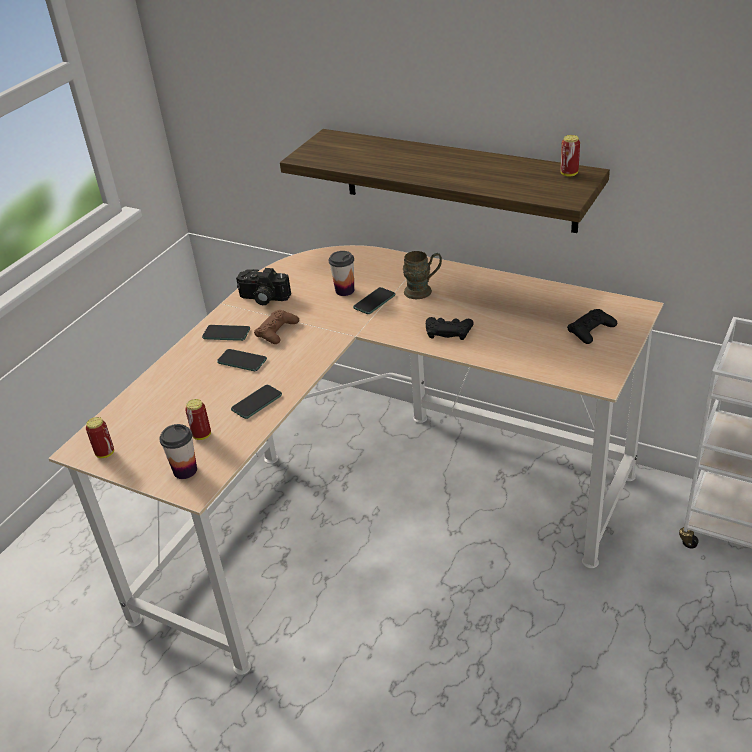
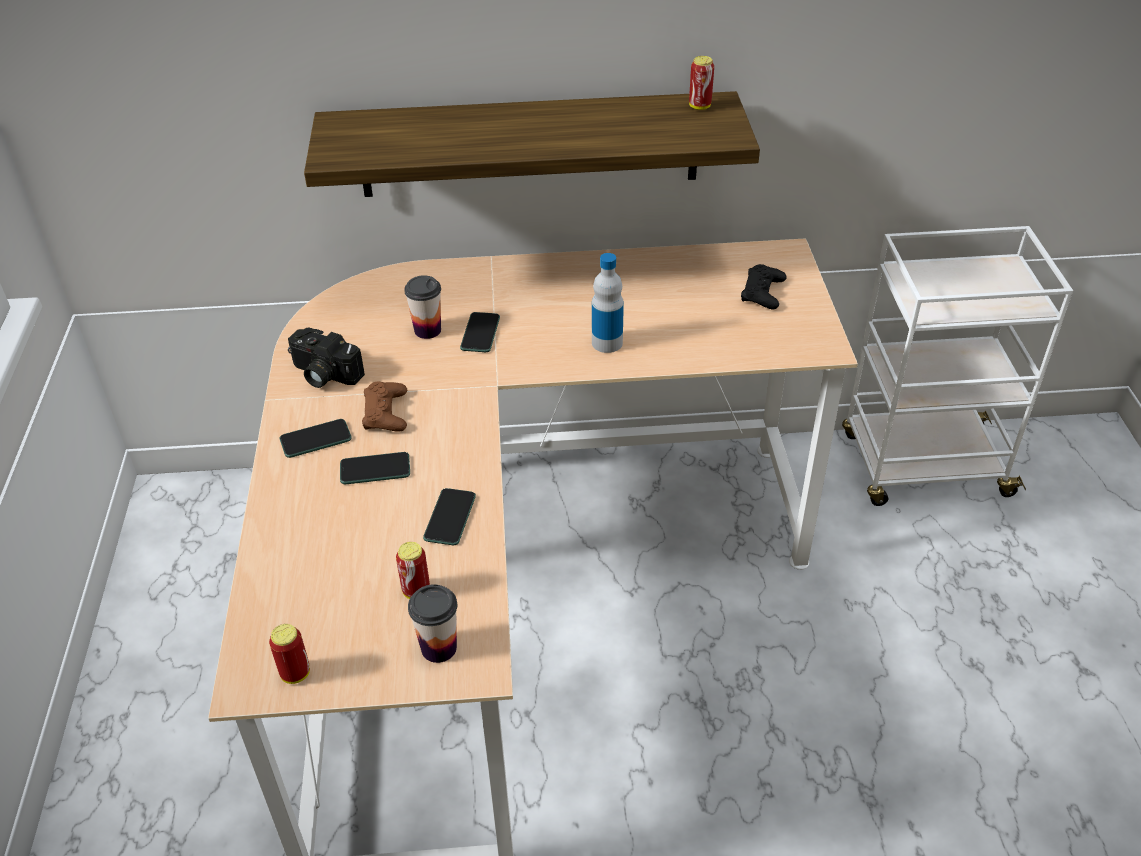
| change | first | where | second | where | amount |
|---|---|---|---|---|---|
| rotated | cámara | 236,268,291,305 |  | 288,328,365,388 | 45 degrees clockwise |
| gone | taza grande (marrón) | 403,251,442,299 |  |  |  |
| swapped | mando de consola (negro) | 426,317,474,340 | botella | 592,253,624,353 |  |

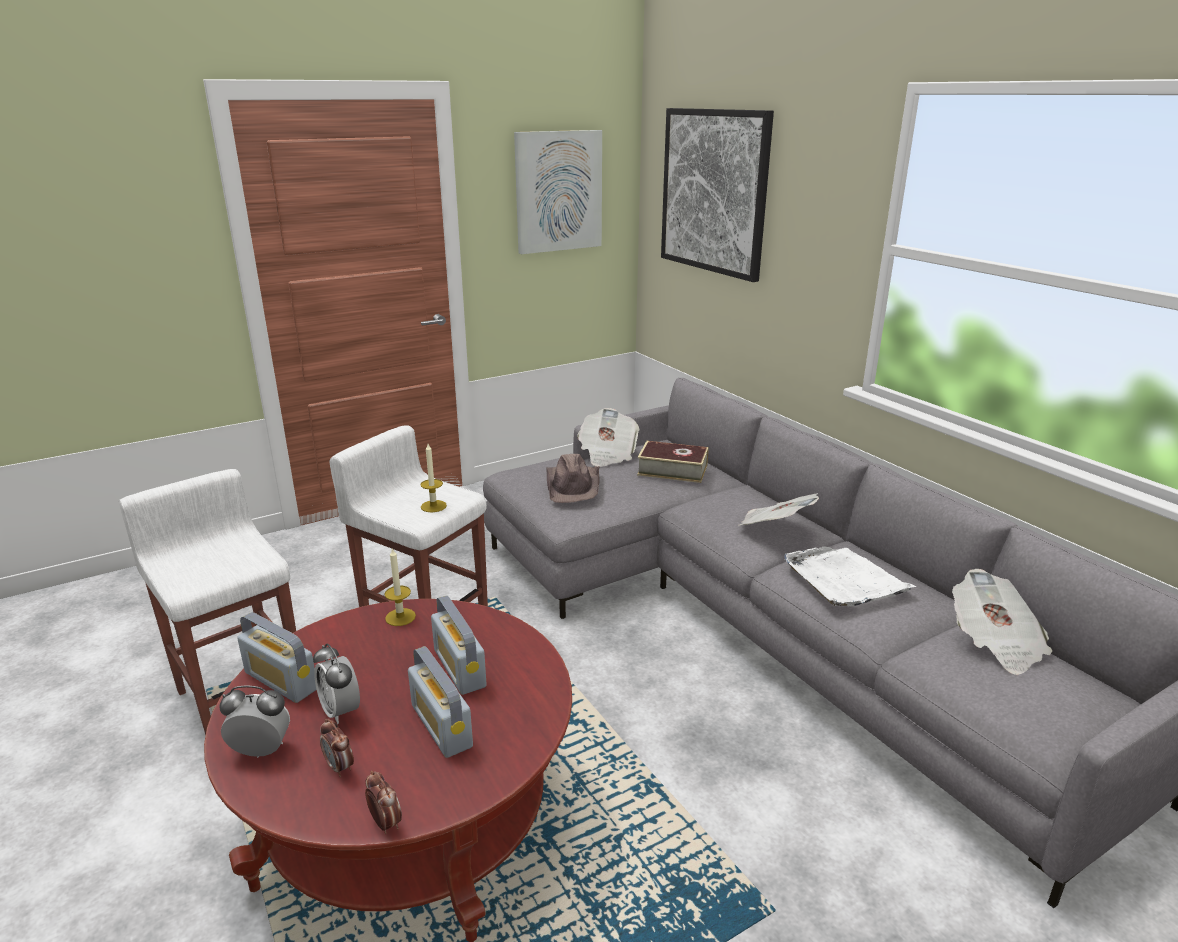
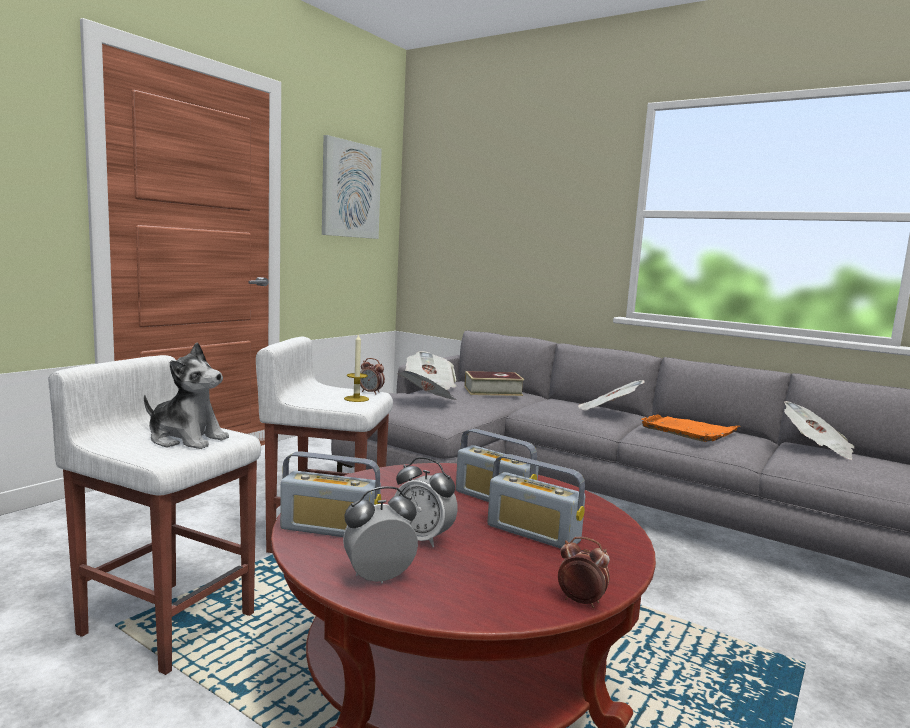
| change | first | where | second | where | amount |
|---|---|---|---|---|---|
| shifted | despertador | 320,719,354,777 |  | 360,358,385,394 |  |
| gone | vela | 384,547,416,626 |  |  |  |
| swapped | sombrero (marrón) | 546,454,600,503 | periódico | 397,371,457,400 |  |
| gone | cuadro | 661,108,774,282 |  |  |  |
| repainted | bandeja (blanco) | 784,547,917,606 | bandeja (naranja) | 640,415,740,442 |  |
| new |  |  | peluche | 144,342,229,449 |  |

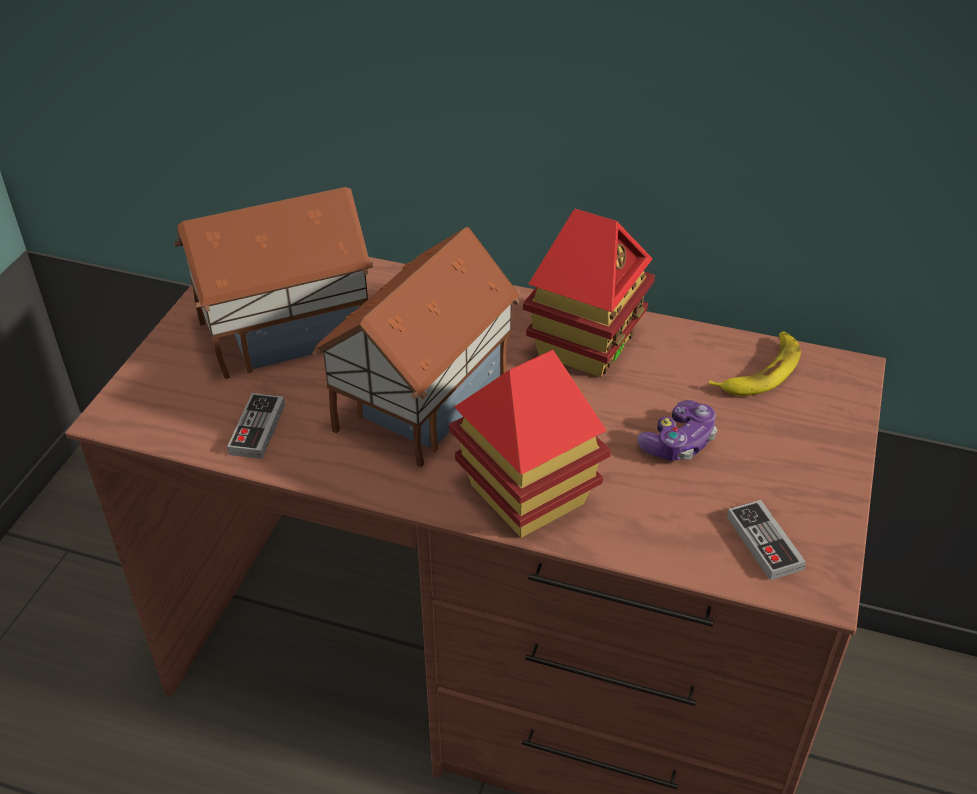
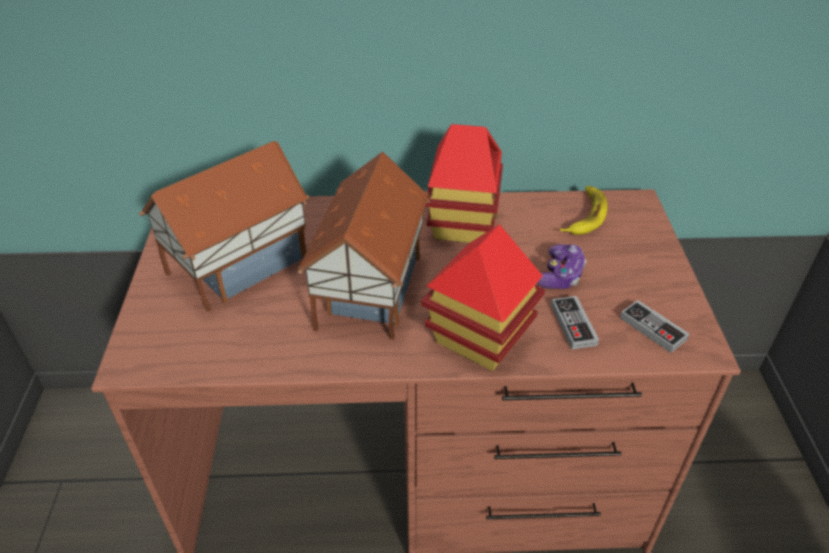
| change | first | where | second | where | amount |
|---|---|---|---|---|---|
| shifted | mando de consola | 227,393,285,459 |  | 551,296,599,349 |  |

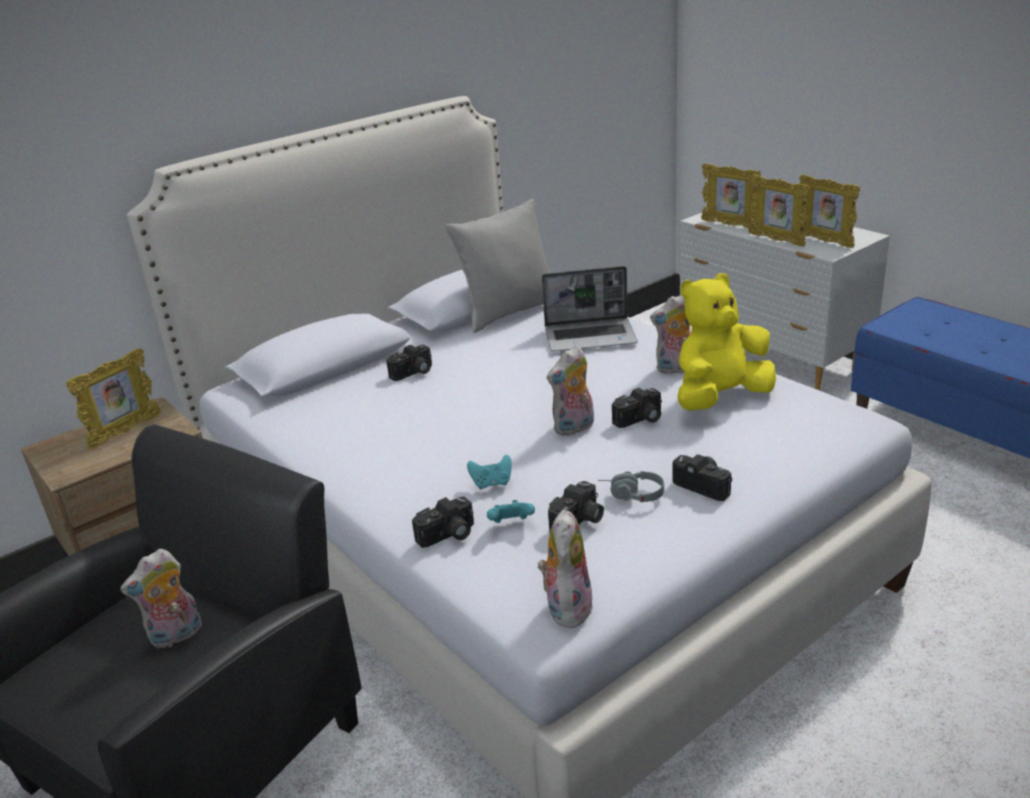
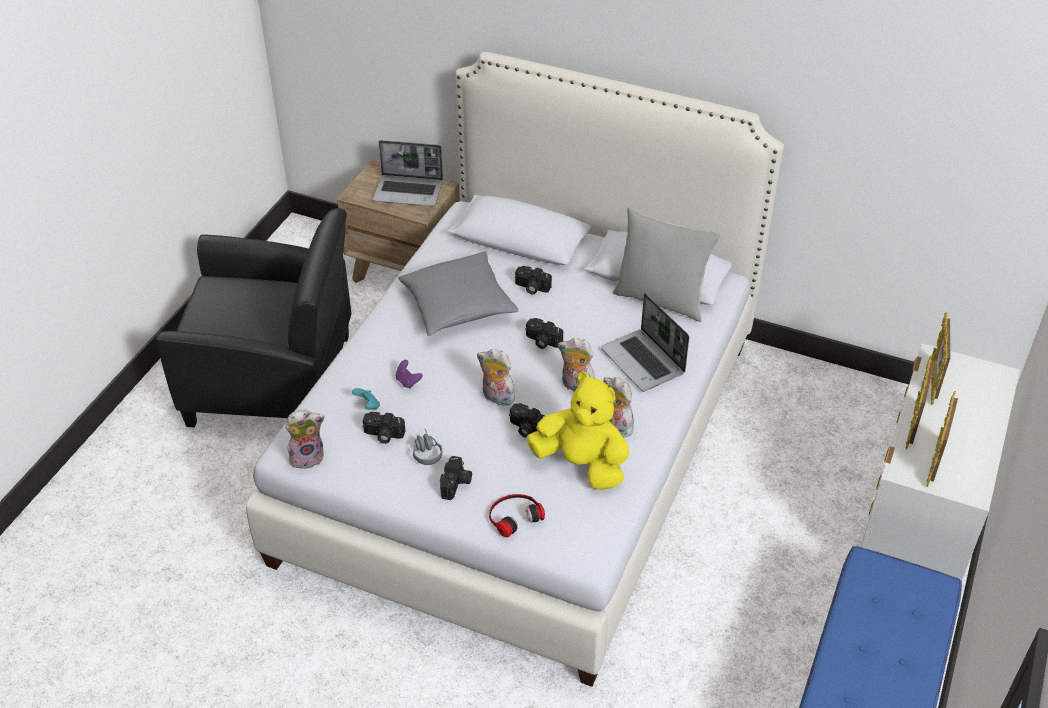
| change | first | where | second | where | amount |
|---|---|---|---|---|---|
| swapped | portarretratos | 66,348,161,450 | portátil | 373,140,443,207 |  |
| shifted | peluche | 120,549,201,648 |  | 558,338,595,392 |  |
| shifted | cámara | 412,497,474,548 |  | 525,318,563,349 |  |
| repainted | mando de consola (turquesa) | 467,455,512,489 | mando de consola (morado) | 395,360,423,388 |  |
| new |  |  | cojín (gris) | 398,252,519,336 |  |
| new |  |  | auriculares | 489,494,545,538 |  |

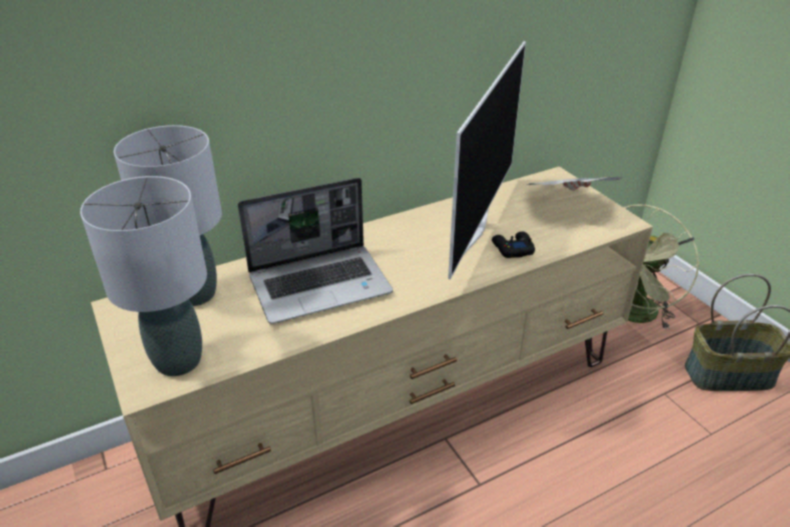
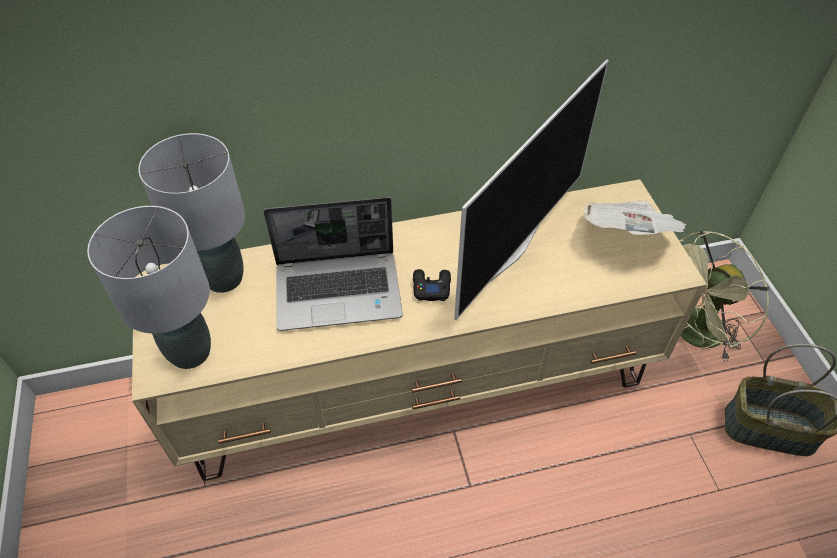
| change | first | where | second | where | amount |
|---|---|---|---|---|---|
| shifted | mando de consola (negro) | 492,231,535,258 |  | 413,269,451,301 |  |

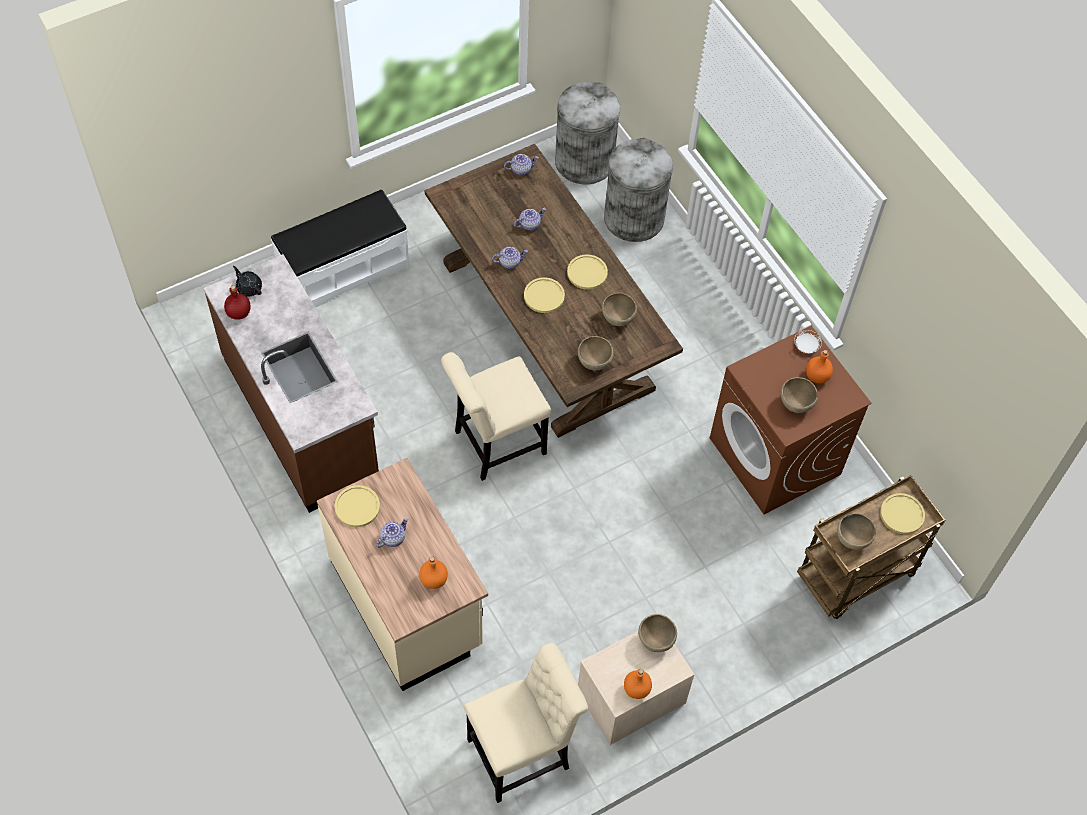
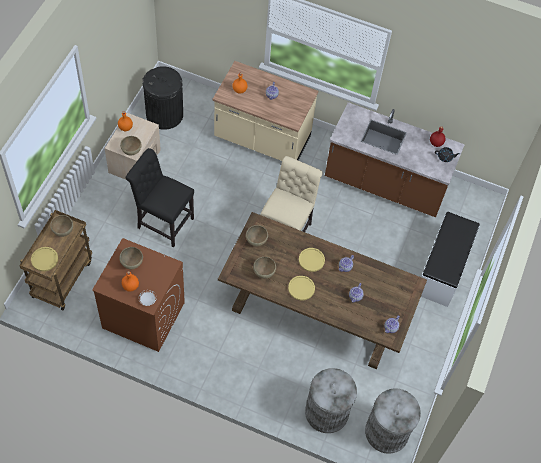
| change | first | where | second | where | amount |
|---|---|---|---|---|---|
| gone | plato (amarillo) | 335,485,380,527 |  |  |  |
| swapped | silla (beis) | 464,643,588,803 | papelera (negro) | 142,66,183,130 |  |
| new |  |  | silla (negro) | 126,148,194,247 |  |

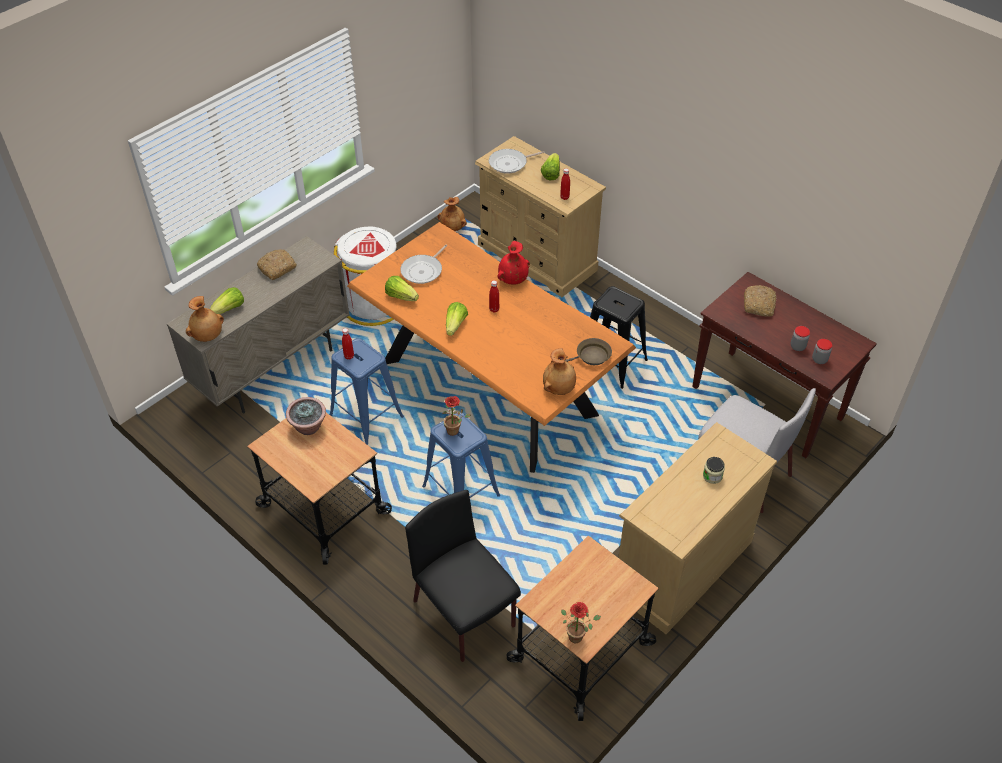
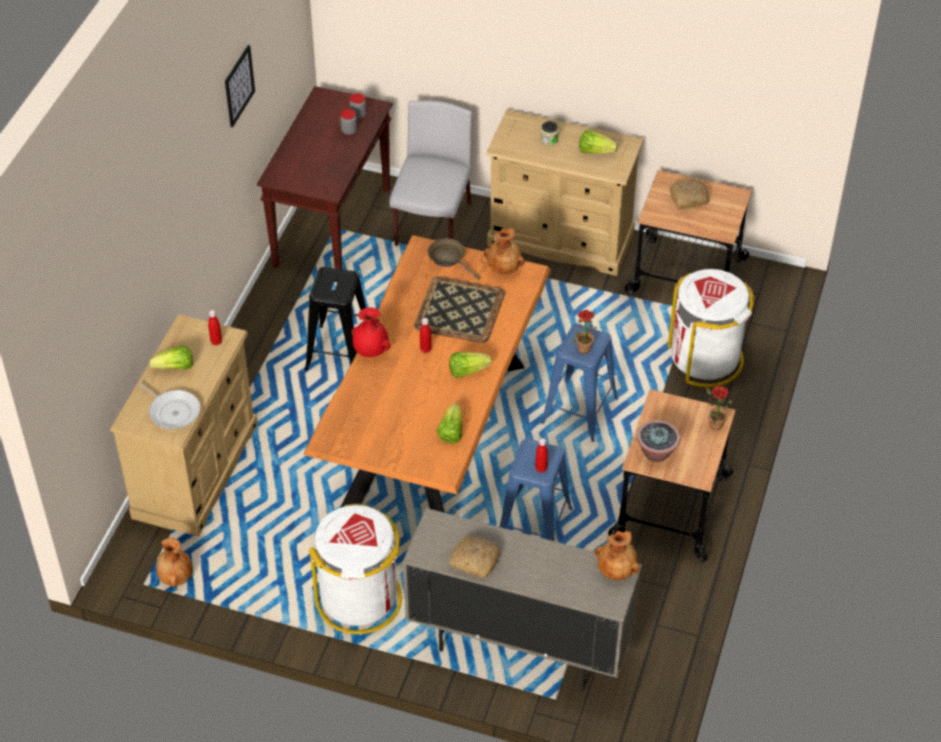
| change | first | where | second | where | amount |
|---|---|---|---|---|---|
| shifted | lechuga | 210,287,244,314 |  | 579,130,618,154 |  |
| gone | sartén | 400,245,447,284 |  |  |  |
| swapped | silla (negro) | 405,490,521,662 | papelera (blanco) | 668,269,755,388 |  |
| shifted | planta en maceta | 561,602,601,644 |  | 706,386,732,430 |  |
| shifted | pan | 744,285,777,317 |  | 670,179,709,209 |  |
| new |  |  | cuadro | 225,45,255,127 |  |
| new |  |  | bandeja | 414,276,505,343 |  |

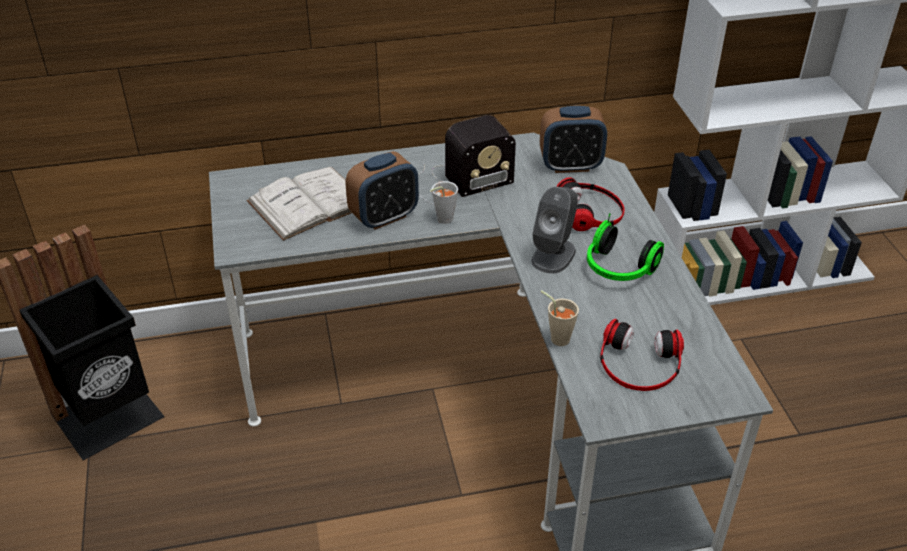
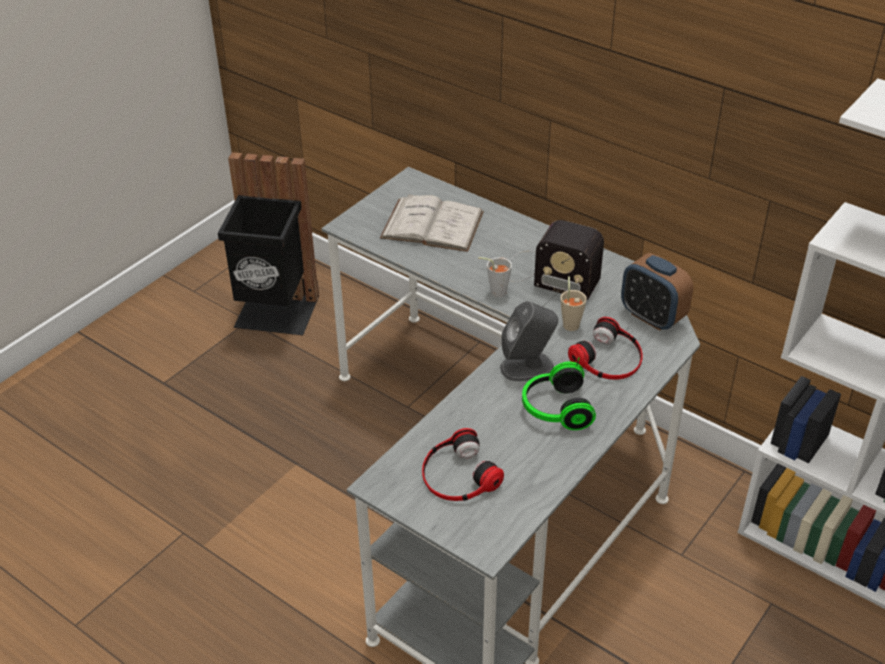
| change | first | where | second | where | amount |
|---|---|---|---|---|---|
| gone | despertador | 346,151,419,230 |  |  |  |
| shifted | taza (beis) | 541,290,579,346 |  | 561,276,587,331 |  |

